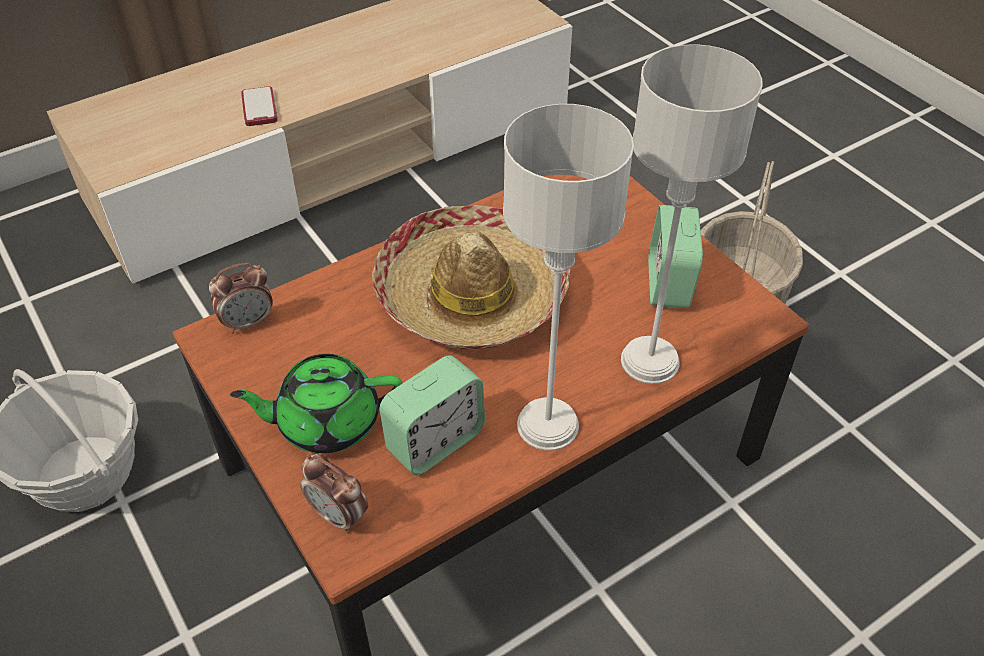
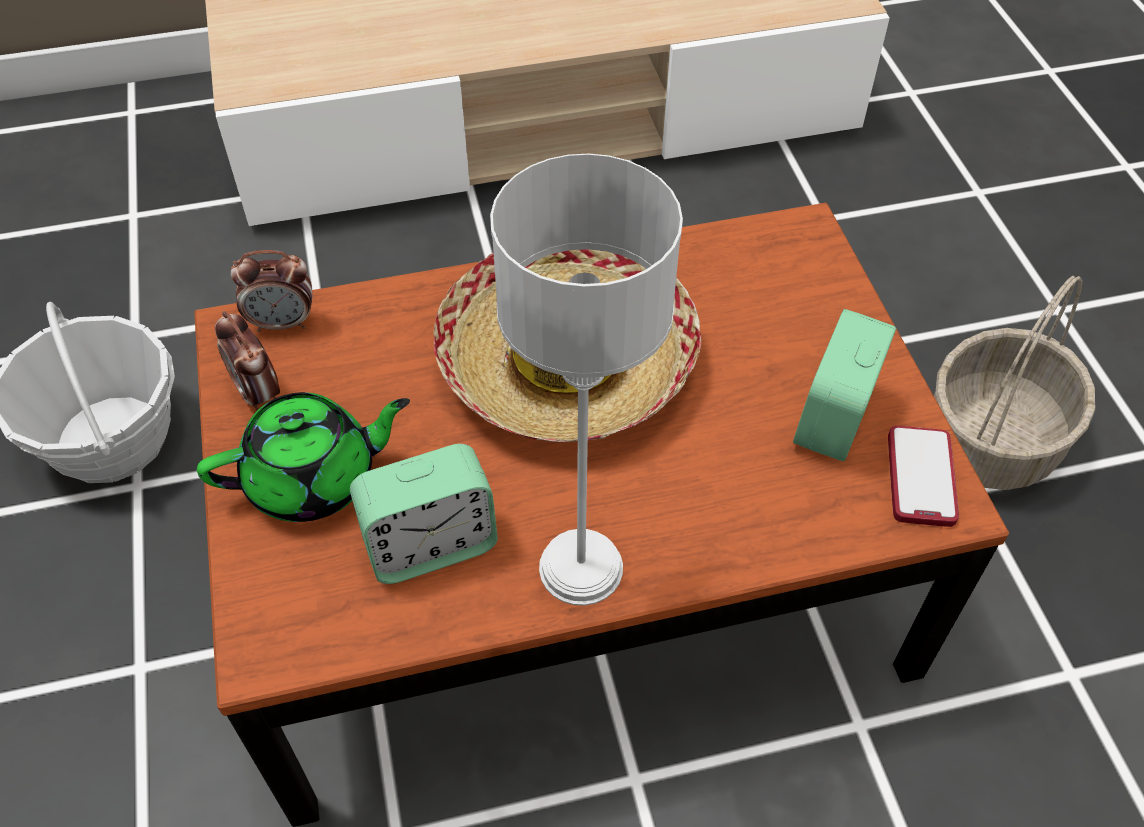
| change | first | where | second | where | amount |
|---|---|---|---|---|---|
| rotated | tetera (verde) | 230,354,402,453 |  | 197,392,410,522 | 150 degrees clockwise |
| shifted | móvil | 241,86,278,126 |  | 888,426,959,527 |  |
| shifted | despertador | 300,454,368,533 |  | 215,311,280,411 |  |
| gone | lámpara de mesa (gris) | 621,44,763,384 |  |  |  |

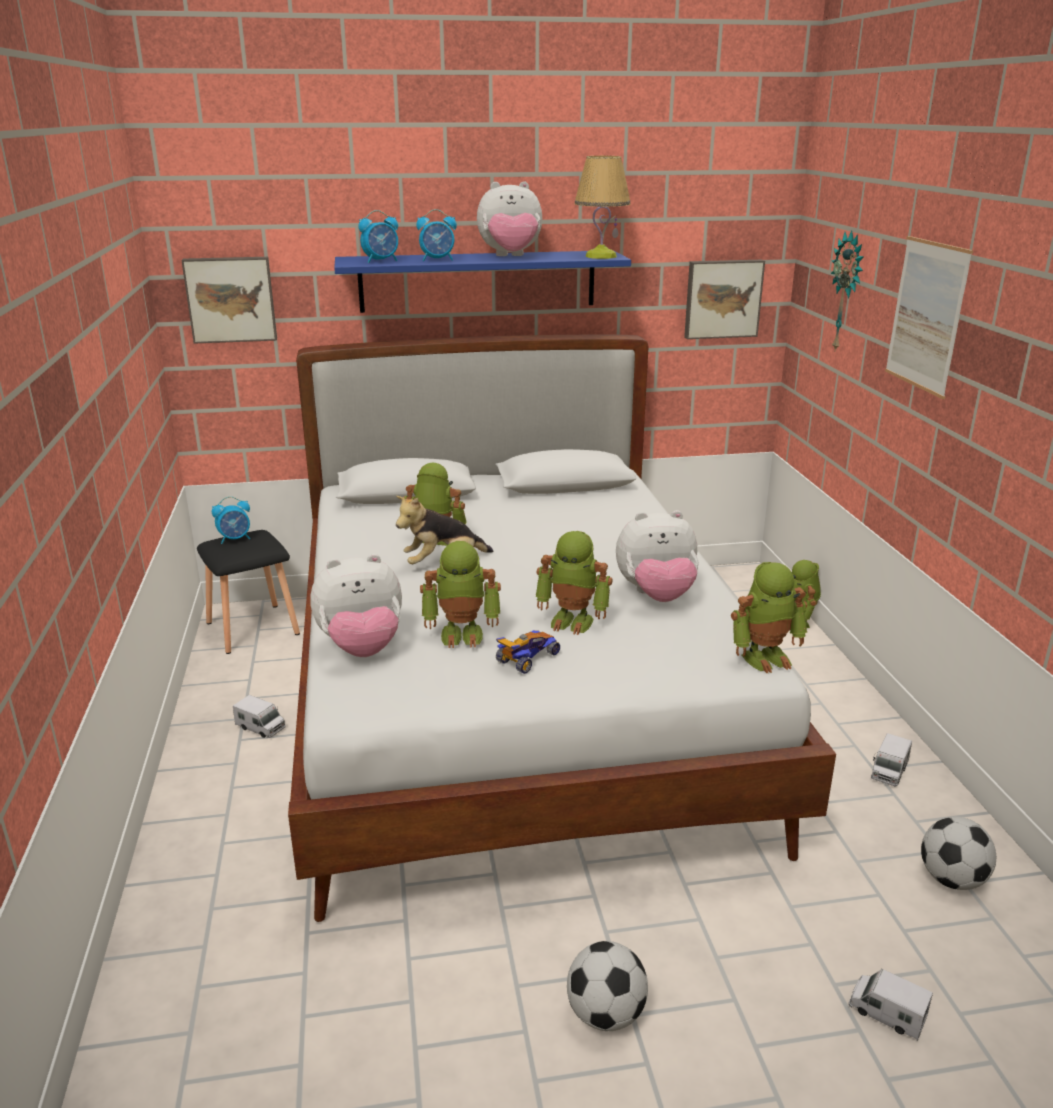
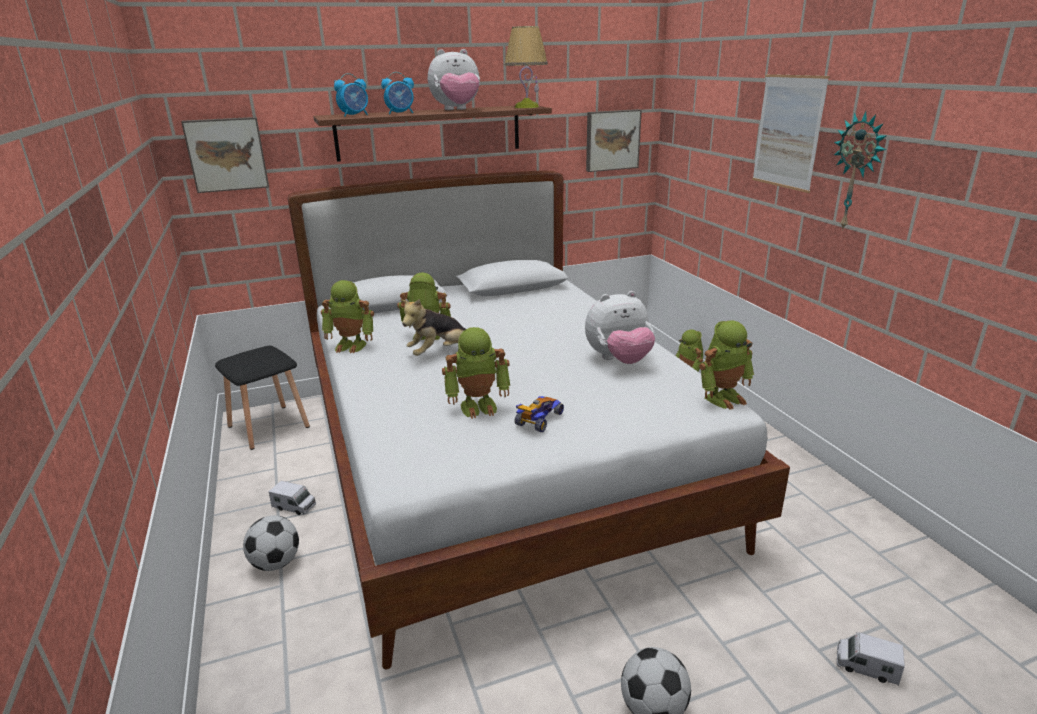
| change | first | where | second | where | amount |
|---|---|---|---|---|---|
| gone | despertador | 212,496,250,544 |  |  |  |
| gone | peluche | 310,554,402,657 |  |  |  |
| repainted | estante (azul) | 334,250,631,313 | estante (marrón) | 313,106,552,162 |  |
| shifted | robot de juguete | 536,531,613,635 |  | 321,280,374,353 |  |
| shifted | reloj de pared | 831,230,864,350 |  | 834,111,886,230 |  |
| gone | camión de juguete | 871,733,912,787 |  |  |  |
| shifted | balón de fútbol | 921,817,996,890 |  | 243,515,299,571 |  |

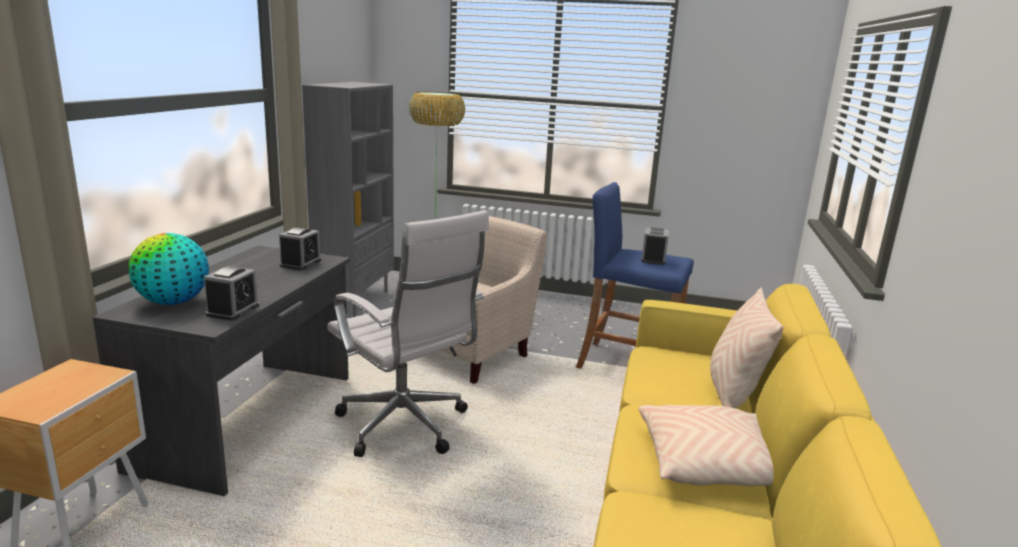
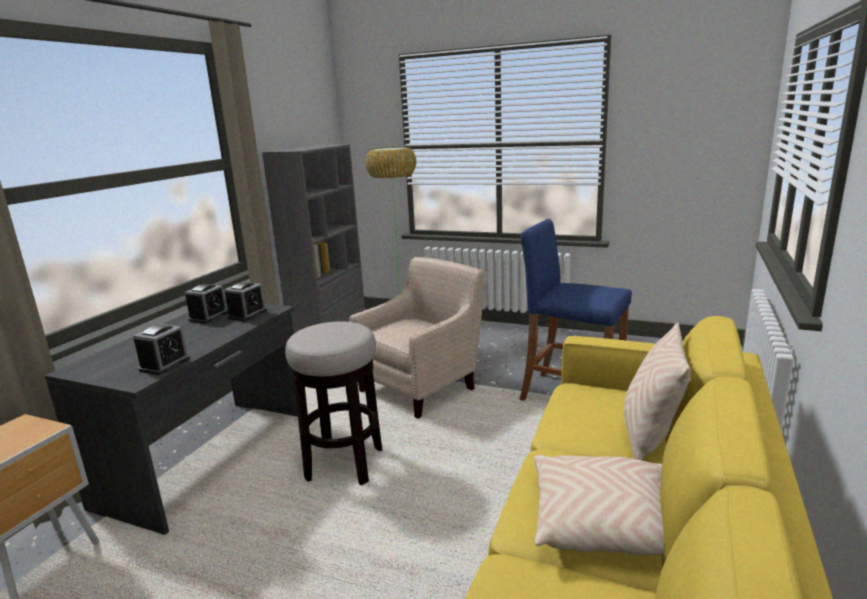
| change | first | where | second | where | amount |
|---|---|---|---|---|---|
| gone | globo terráqueo | 129,233,209,305 |  |  |  |
| swapped | silla de oficina (blanco) | 327,210,489,457 | taburete | 285,322,382,485 |  |
| shifted | despertador | 641,228,669,265 |  | 184,284,228,324 |  |

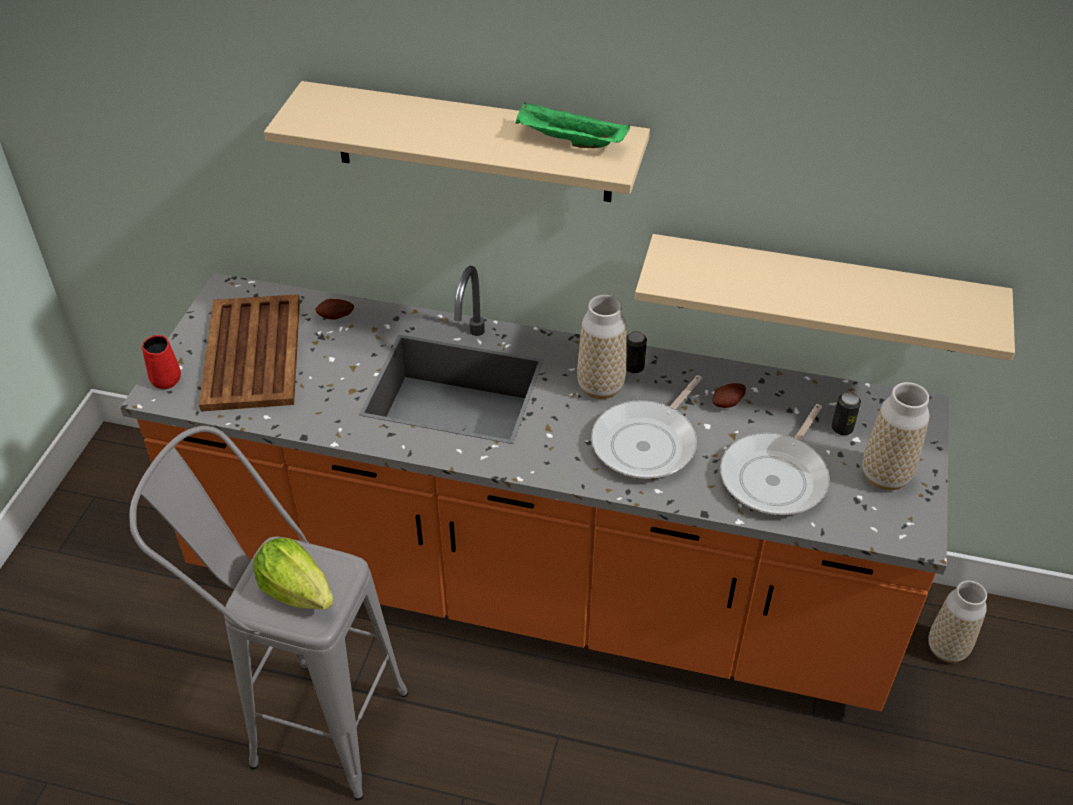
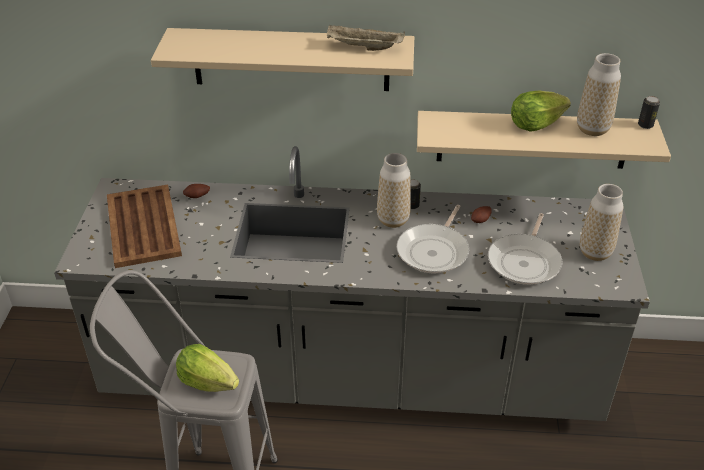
| change | first | where | second | where | amount |
|---|---|---|---|---|---|
| repainted | mueble bajo de cocina (naranja) | 120,266,949,711 | mueble bajo de cocina (gris) | 54,146,650,421 |  |
| gone | taza grande (rojo) | 142,335,181,389 |  |  |  |
| repainted | bandeja (verde) | 515,102,630,148 | bandeja (beis) | 327,25,405,51 |  |
| shifted | lata | 831,392,861,435 |  | 638,96,660,129 |  |
| shifted | florero | 928,580,987,663 |  | 577,53,621,136 |  |
| new |  |  | lechuga | 511,90,571,132 |  |

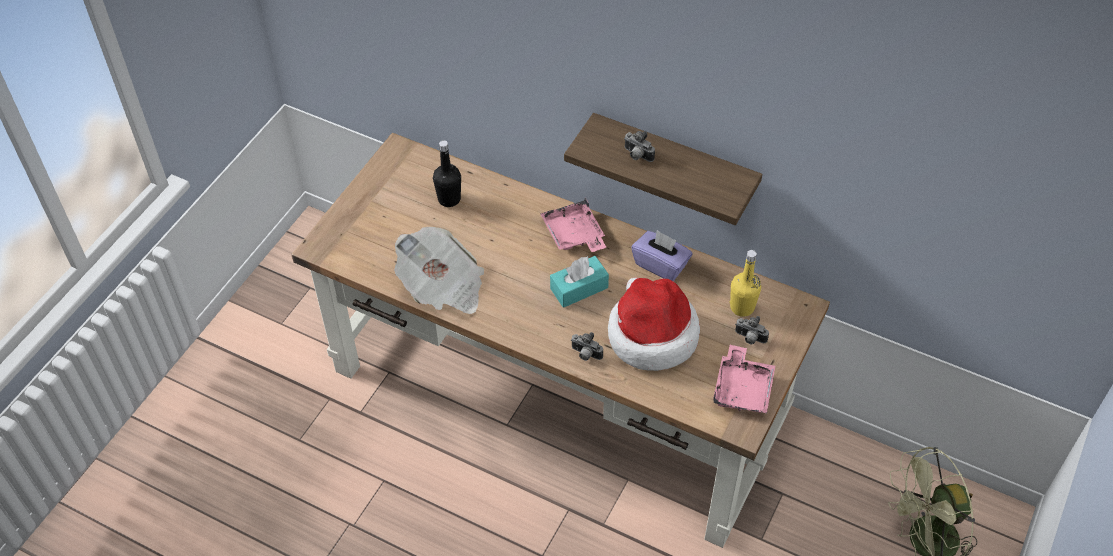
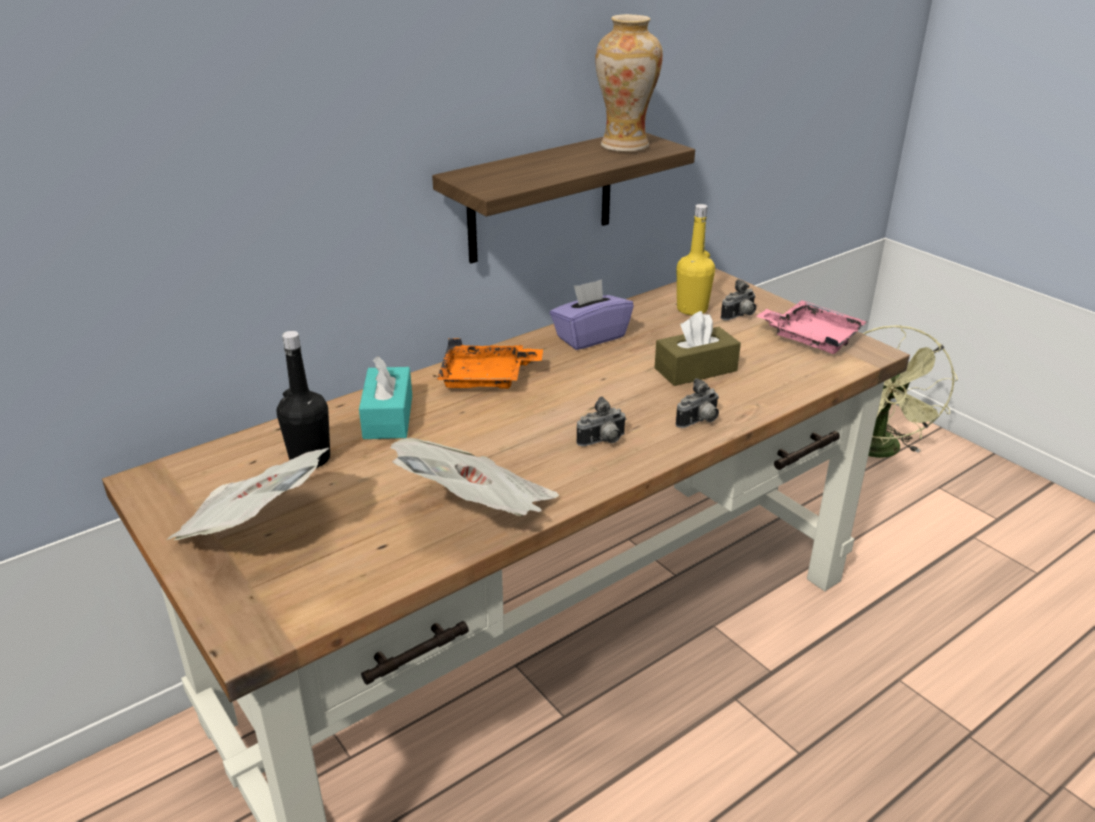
| change | first | where | second | where | amount |
|---|---|---|---|---|---|
| repainted | bandeja (rosa) | 540,197,606,252 | bandeja (naranja) | 437,338,543,389 |  |
| shifted | caja de pañuelos (turquesa) | 550,256,609,308 |  | 359,356,412,439 |  |
| swapped | sombrero | 608,278,700,371 | caja de pañuelos (marrón) | 654,311,741,386 |  |
| shifted | cámara | 624,131,655,162 |  | 576,396,626,446 |  |
| new |  |  | periódico | 166,448,329,540 |  |
| new |  |  | florero | 595,14,663,152 |  |

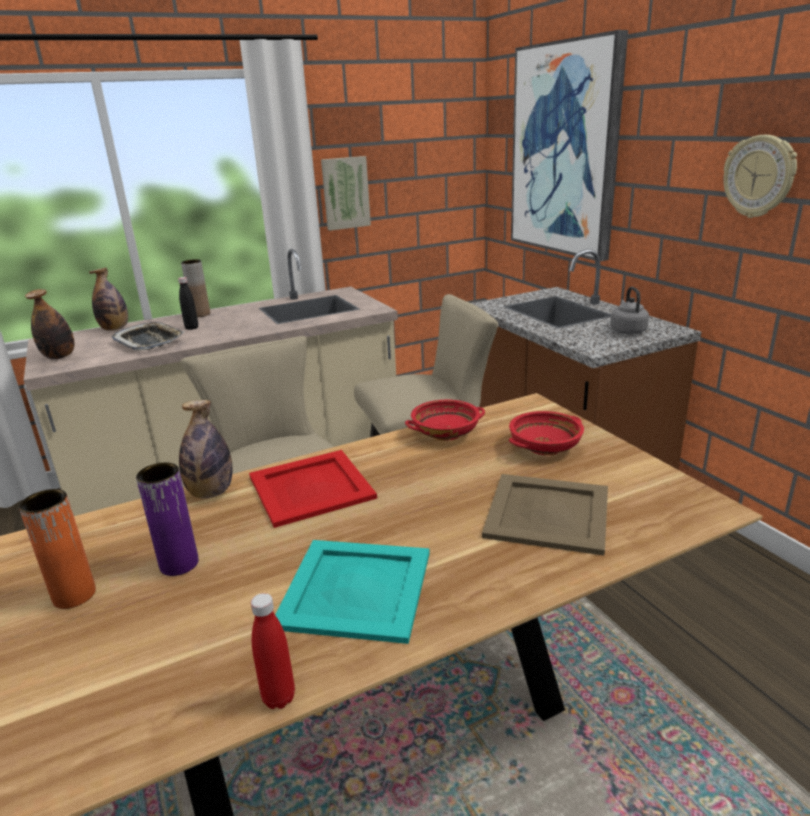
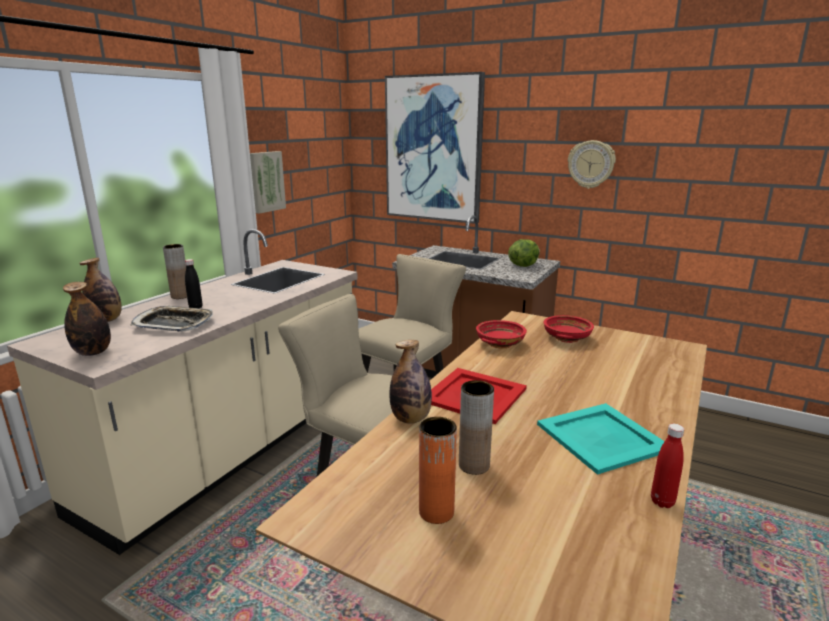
| change | first | where | second | where | amount |
|---|---|---|---|---|---|
| repainted | florero (morado) | 136,462,199,576 | florero (marrón) | 459,380,494,475 |  |
| gone | bandeja (beis) | 482,474,608,556 |  |  |  |
| swapped | hervidor (gris) | 610,287,649,334 | lechuga | 508,239,540,267 |  |

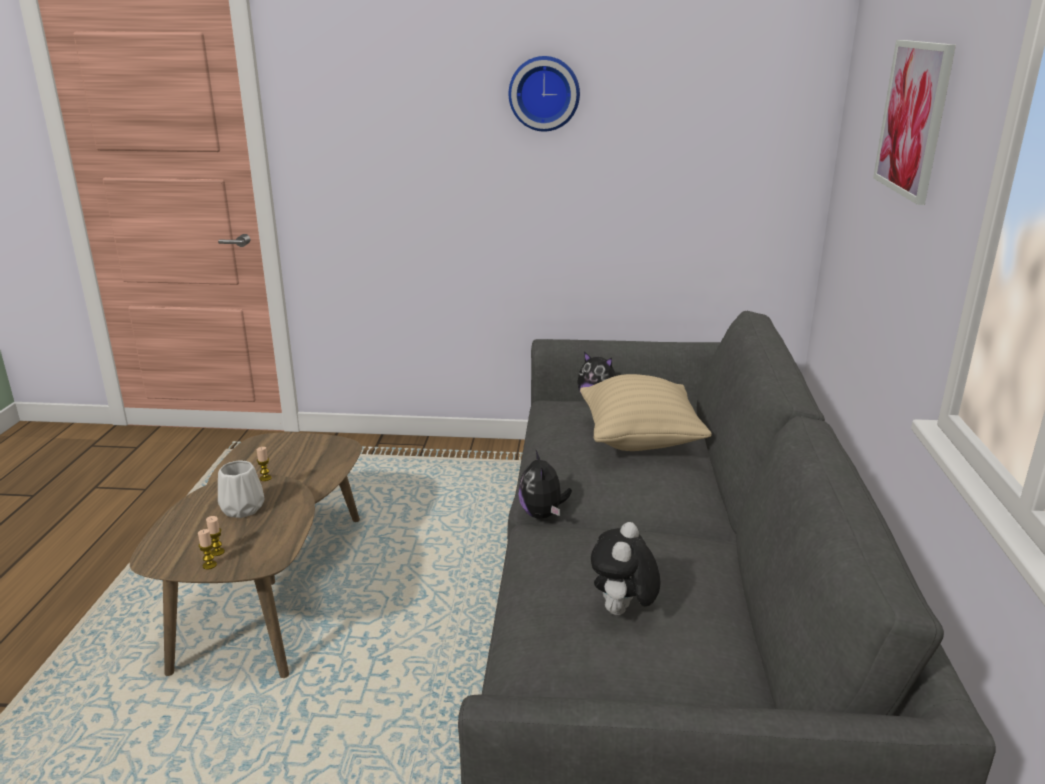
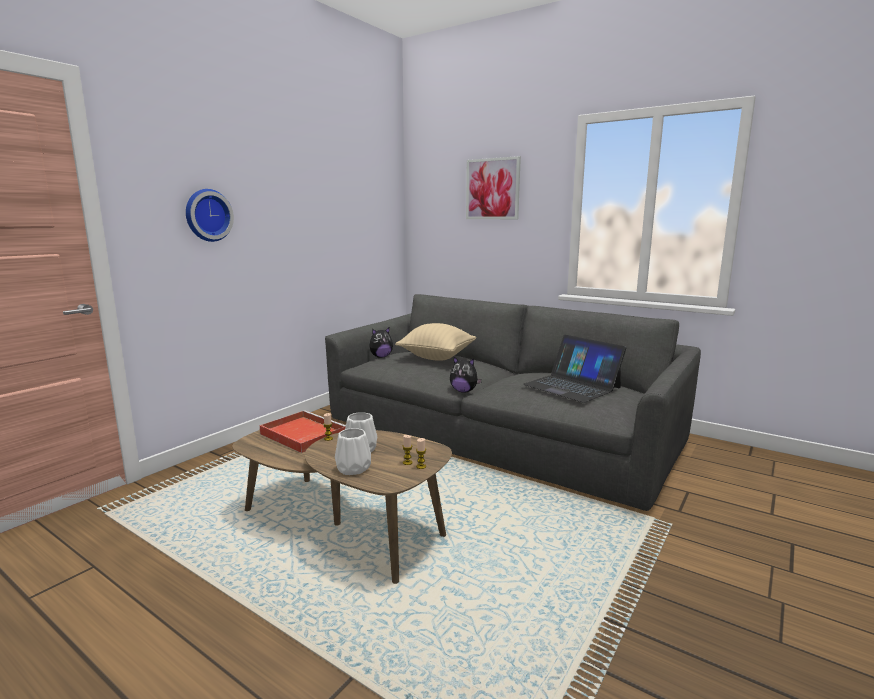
| change | first | where | second | where | amount |
|---|---|---|---|---|---|
| shifted | reloj de pared | 509,56,580,132 |  | 186,189,234,242 |  |
| swapped | peluche | 591,522,660,615 | portátil | 523,335,626,403 |  |
| new |  |  | bandeja (rojo) | 260,410,346,453 |  |
| new |  |  | florero (blanco) | 335,428,371,475 |  |

